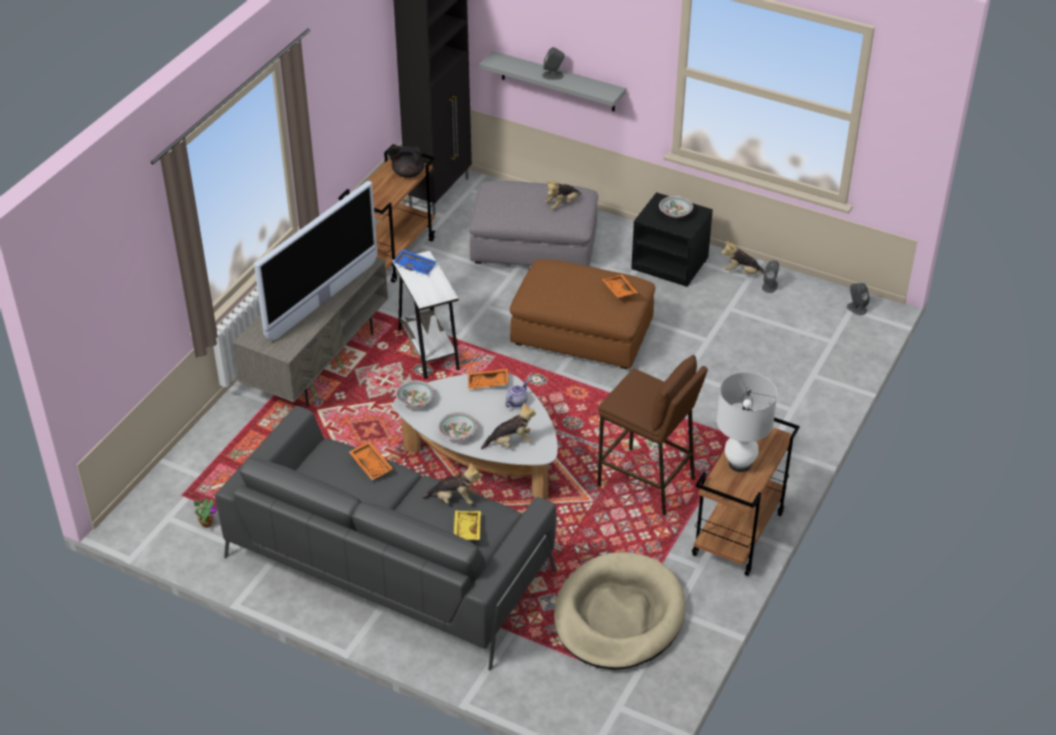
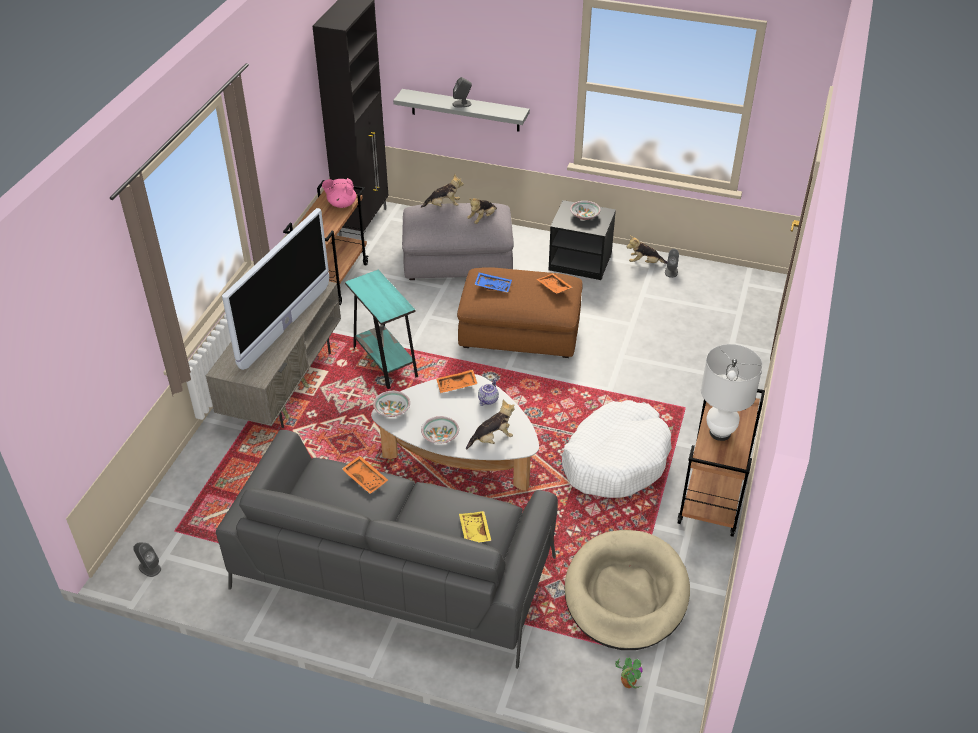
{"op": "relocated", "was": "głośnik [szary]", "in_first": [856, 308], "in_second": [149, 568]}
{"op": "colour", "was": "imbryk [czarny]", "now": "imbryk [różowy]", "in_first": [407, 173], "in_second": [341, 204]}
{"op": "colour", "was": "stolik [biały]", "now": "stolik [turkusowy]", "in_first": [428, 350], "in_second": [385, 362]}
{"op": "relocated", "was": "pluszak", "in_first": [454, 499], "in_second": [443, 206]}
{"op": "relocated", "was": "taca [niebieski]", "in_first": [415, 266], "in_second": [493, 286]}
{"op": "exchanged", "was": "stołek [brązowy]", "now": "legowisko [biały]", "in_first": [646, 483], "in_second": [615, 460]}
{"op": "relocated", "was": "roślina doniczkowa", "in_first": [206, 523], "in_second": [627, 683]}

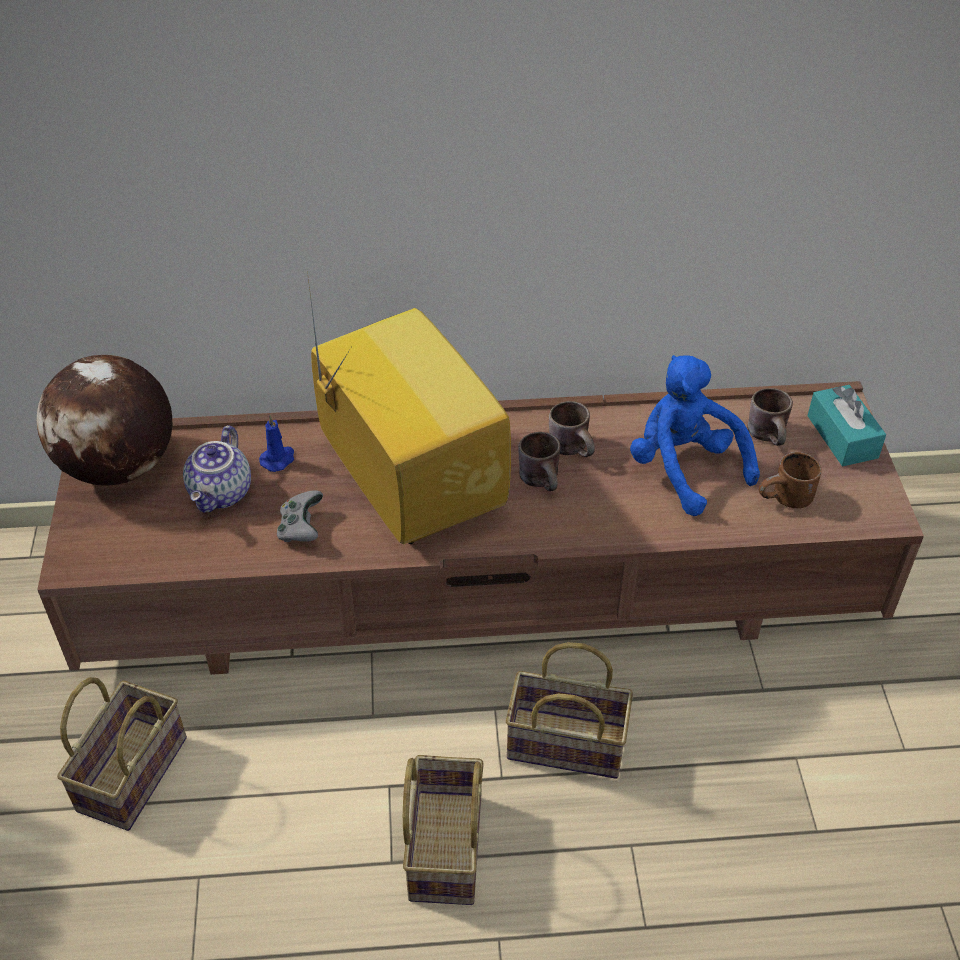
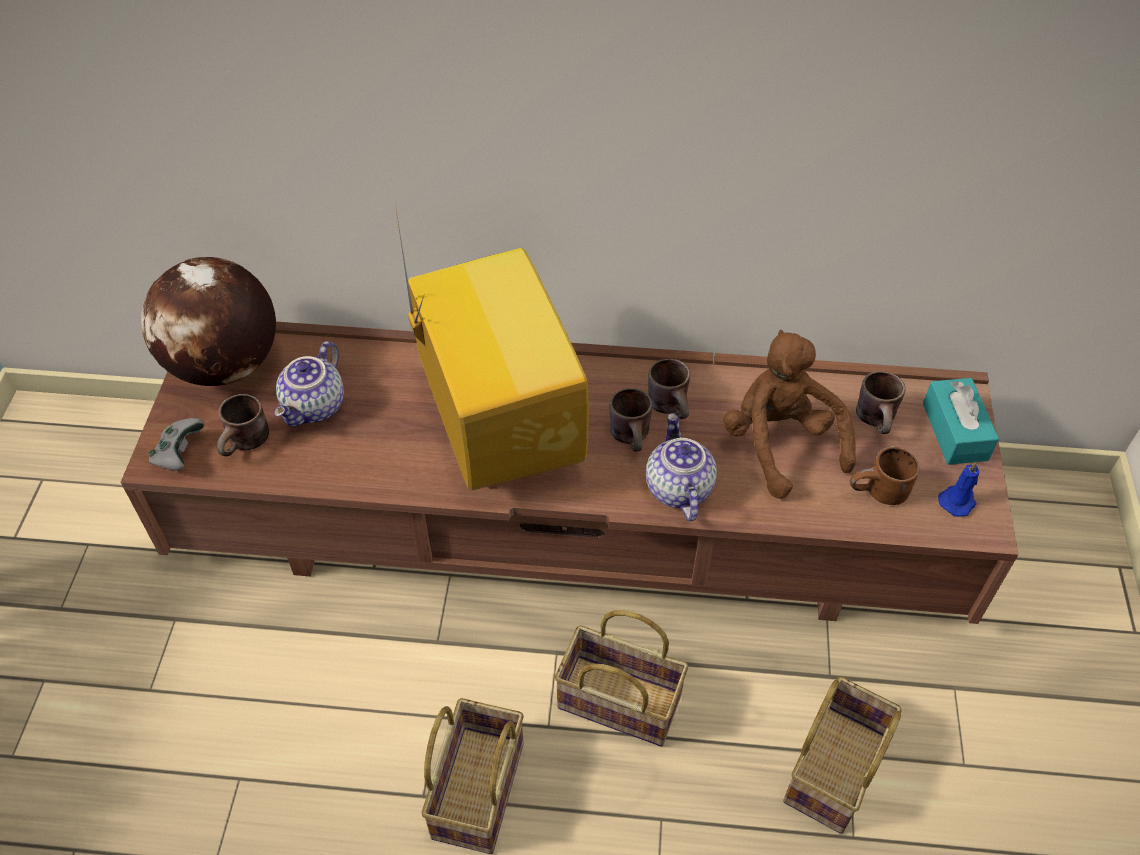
{"op": "relocated", "was": "pad do gier [szary]", "in_first": [301, 528], "in_second": [179, 454]}
{"op": "appeared", "now": "kubek [brązowy]", "in_second": [248, 444]}
{"op": "appeared", "now": "imbryk", "in_second": [677, 488]}
{"op": "colour", "was": "pluszak [niebieski]", "now": "pluszak [brązowy]", "in_first": [684, 468], "in_second": [780, 443]}
{"op": "relocated", "was": "koszyk", "in_first": [132, 770], "in_second": [833, 765]}
{"op": "relocated", "was": "świeca [niebieski]", "in_first": [278, 459], "in_second": [958, 501]}

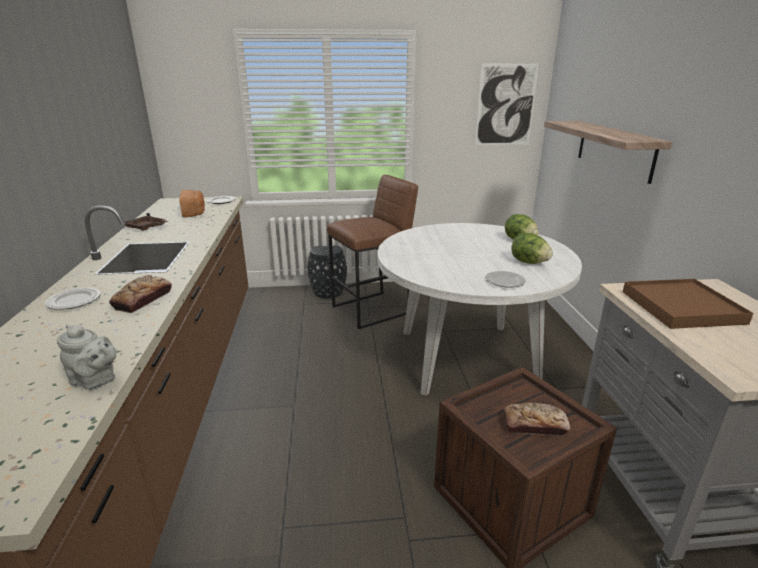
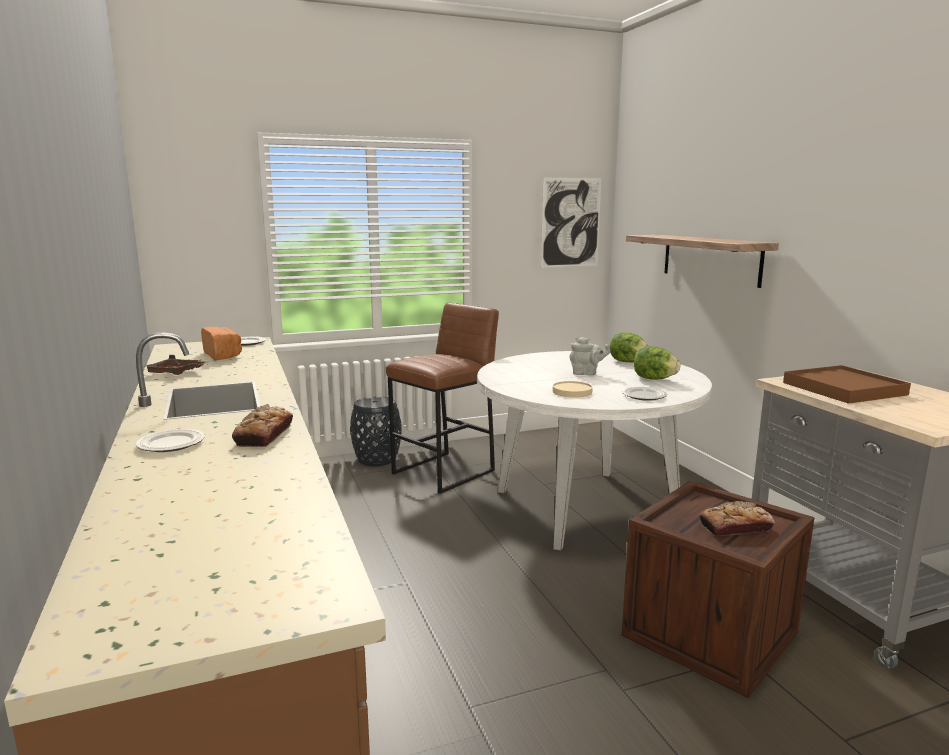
{"op": "appeared", "now": "talerz [beżowy]", "in_second": [572, 392]}
{"op": "relocated", "was": "imbryk [szary]", "in_first": [96, 381], "in_second": [586, 373]}

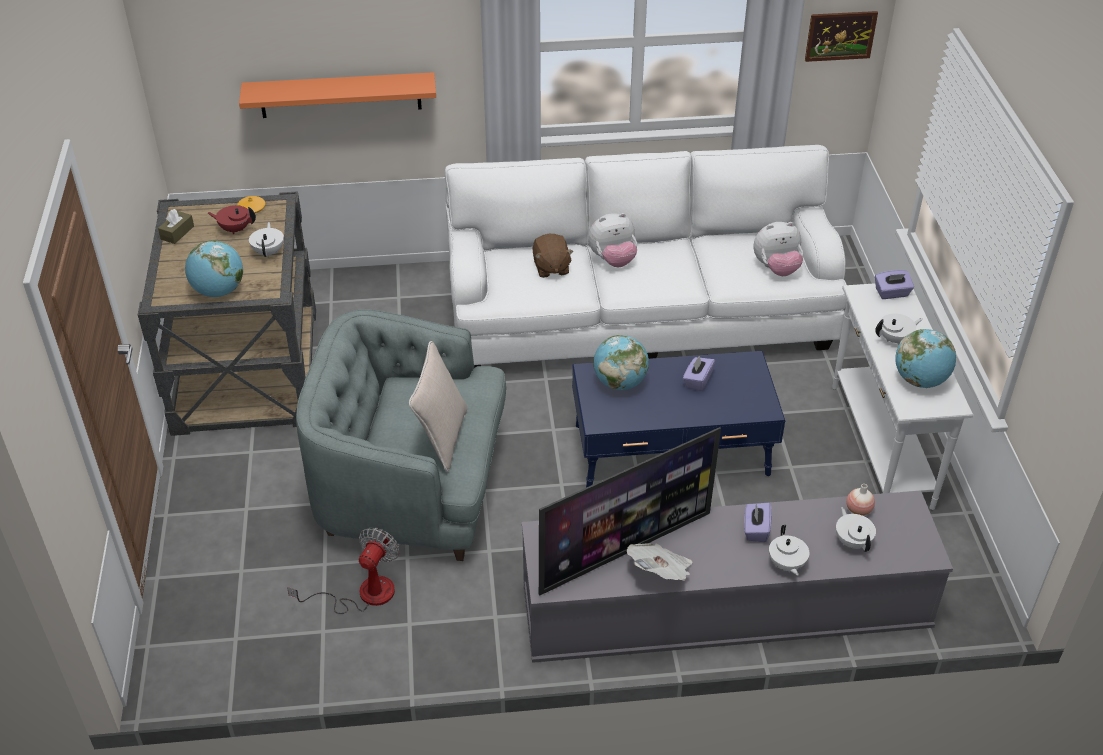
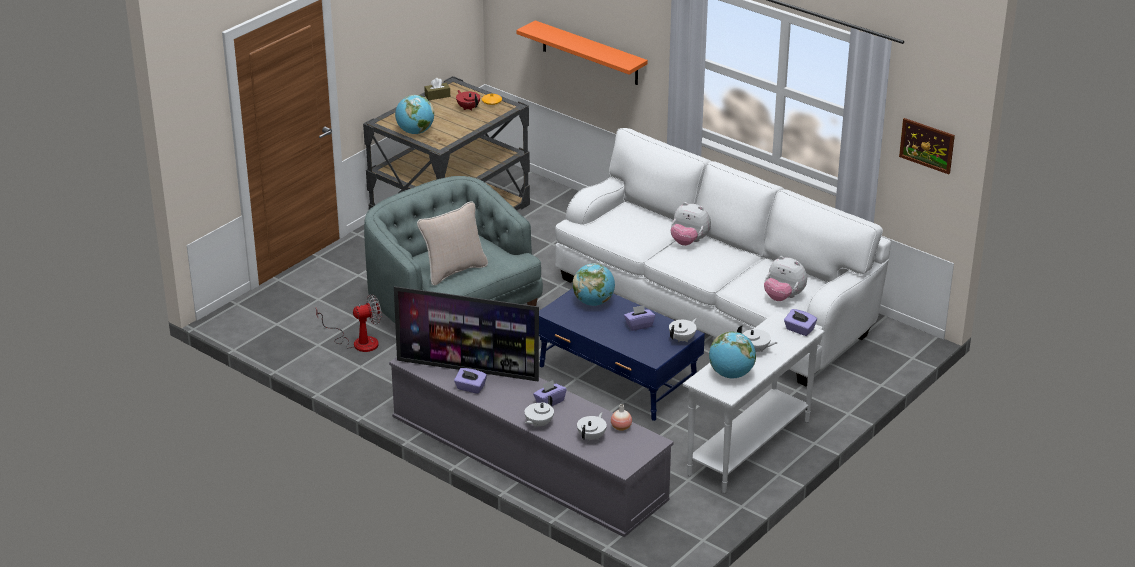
{"op": "exchanged", "was": "gazeta", "now": "pudełko chusteczek [fioletowy]", "in_first": [661, 572], "in_second": [470, 388]}
{"op": "relocated", "was": "imbryk [biały]", "in_first": [269, 252], "in_second": [682, 339]}
{"op": "missing", "was": "pluszak [brązowy]", "in_first": [551, 268]}

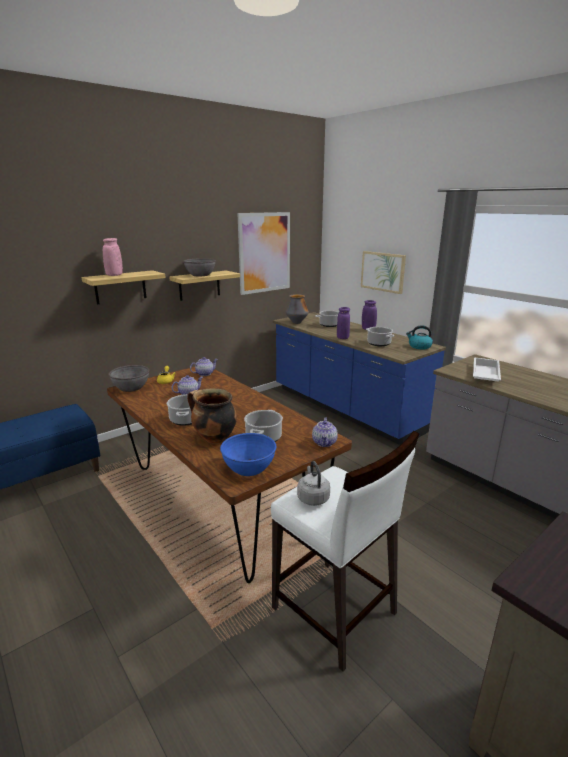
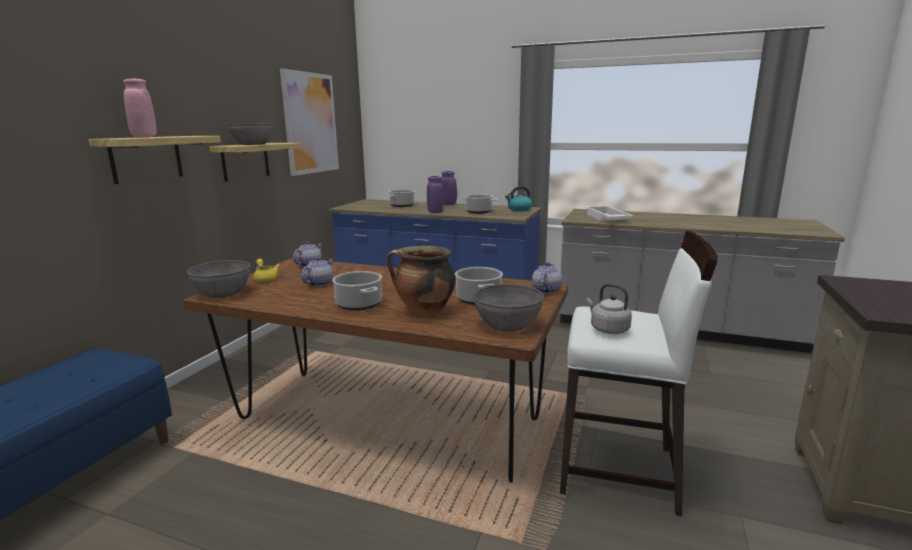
{"op": "colour", "was": "miska [niebieski]", "now": "miska [szary]", "in_first": [249, 468], "in_second": [508, 324]}
{"op": "spun", "was": "imbryk", "in_first": [324, 443], "in_second": [546, 290], "clockwise": -135}
{"op": "missing", "was": "wazon", "in_first": [297, 323]}
{"op": "missing", "was": "obraz", "in_first": [383, 271]}

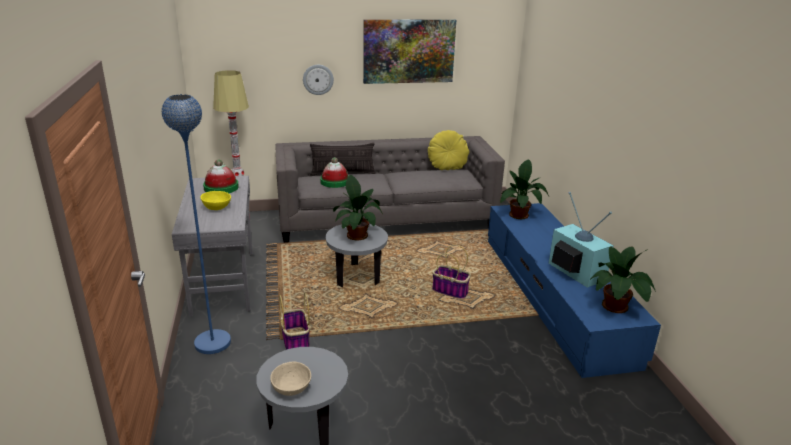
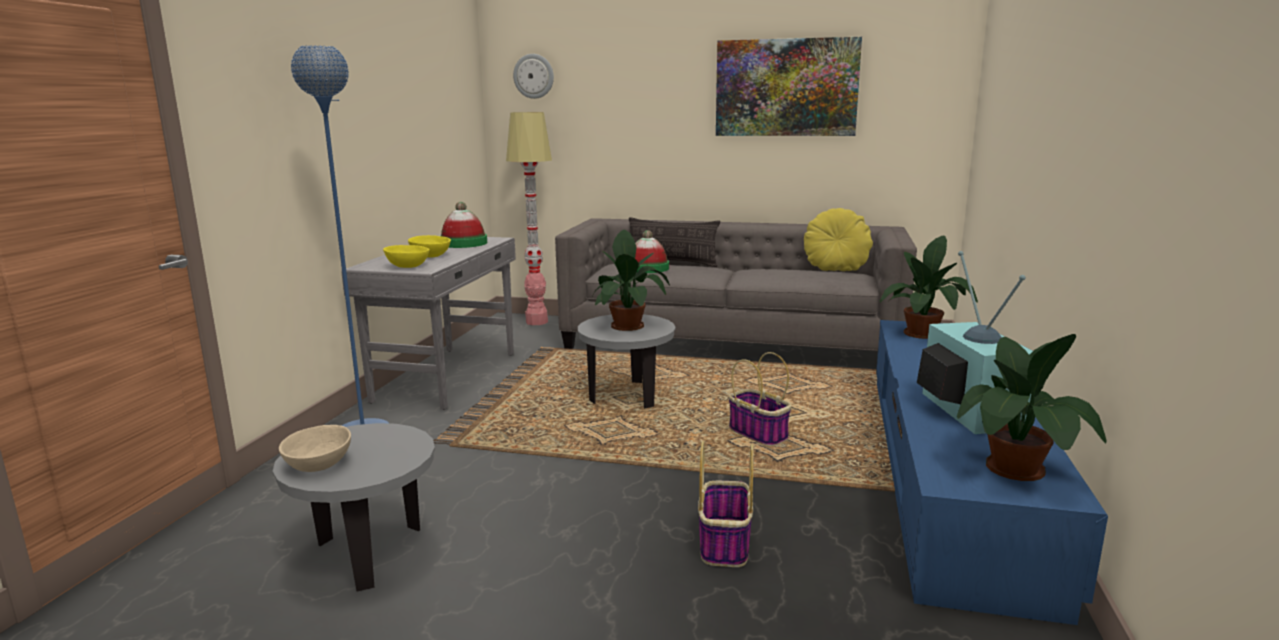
{"op": "appeared", "now": "miska [żółty]", "in_second": [407, 266]}
{"op": "relocated", "was": "zegar ścienny", "in_first": [318, 79], "in_second": [534, 76]}
{"op": "relocated", "was": "koszyk", "in_first": [295, 341], "in_second": [724, 543]}

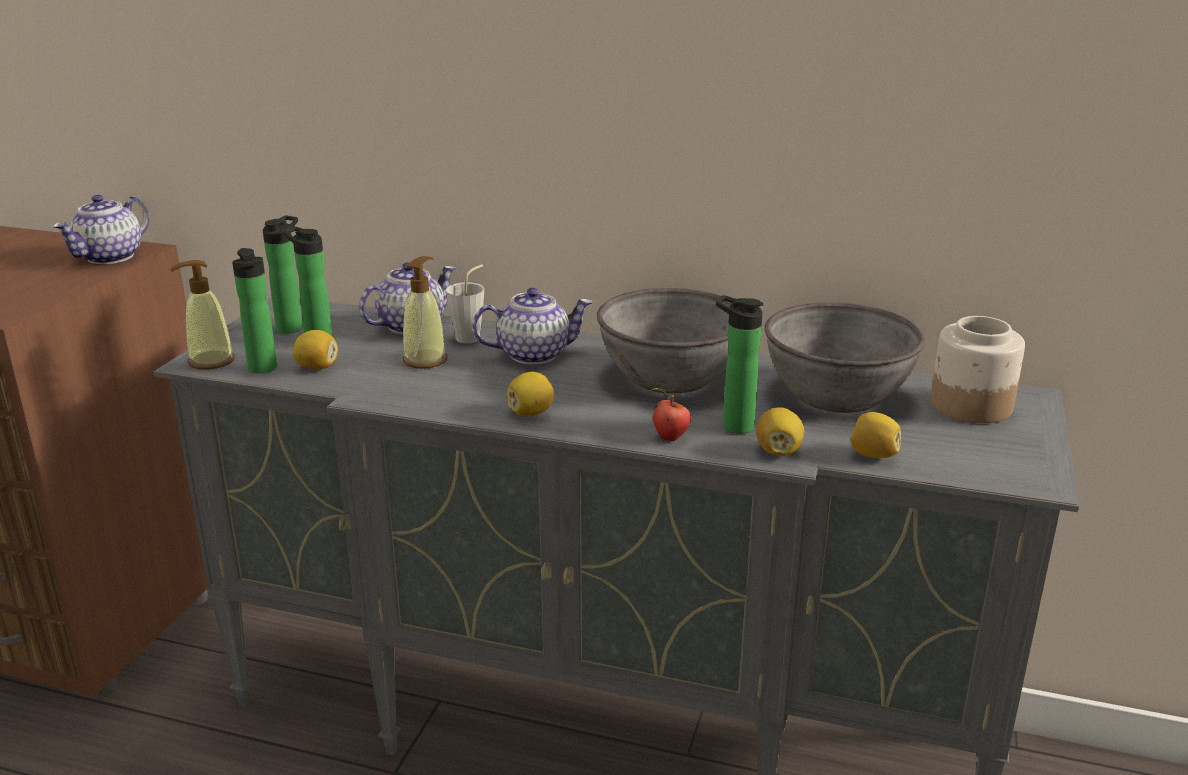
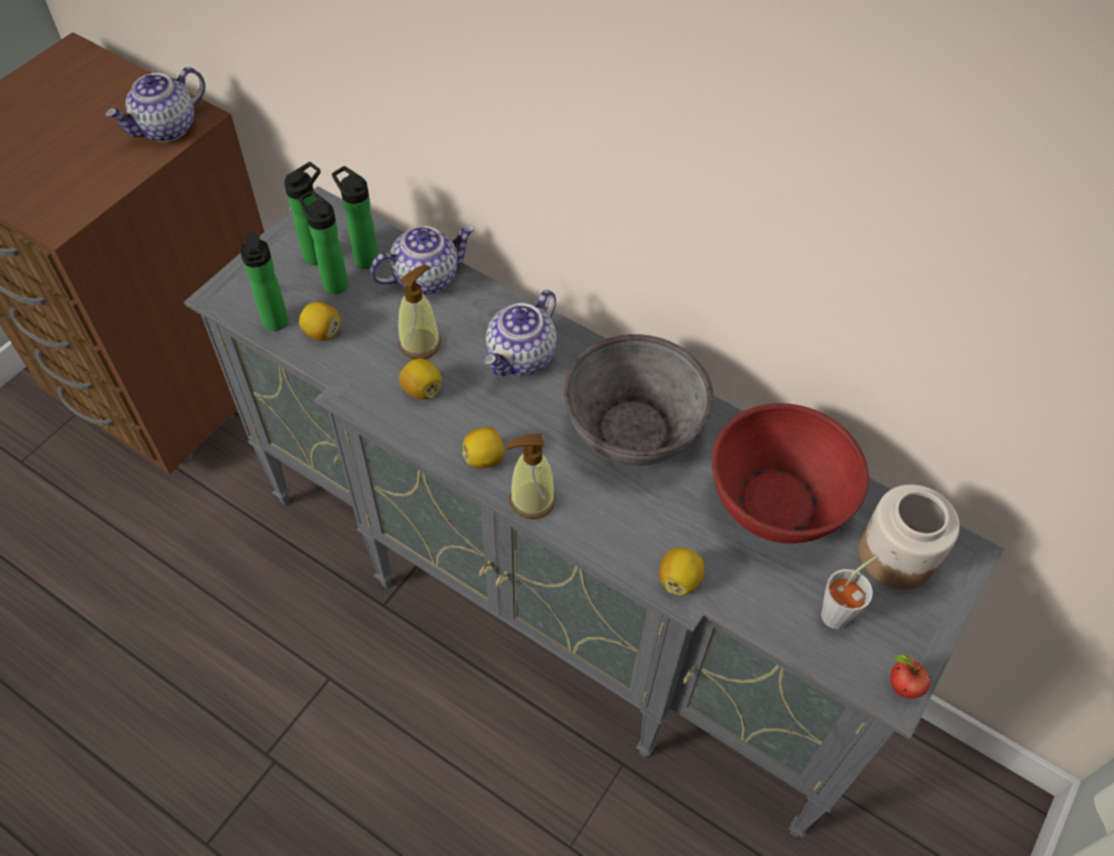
{"op": "relocated", "was": "butelka", "in_first": [733, 426], "in_second": [364, 257]}
{"op": "relocated", "was": "cytryna", "in_first": [873, 455], "in_second": [422, 389]}
{"op": "spun", "was": "imbryk", "in_first": [534, 354], "in_second": [522, 357], "clockwise": 120}
{"op": "relocated", "was": "dozownik mydła", "in_first": [211, 361], "in_second": [532, 500]}
{"op": "colour", "was": "miska [szary]", "now": "miska [czerwony]", "in_first": [837, 395], "in_second": [777, 502]}
{"op": "relocated", "was": "filiżanka [szary]", "in_first": [472, 337], "in_second": [840, 613]}
{"op": "relocated", "was": "jabłko", "in_first": [668, 438], "in_second": [901, 687]}

